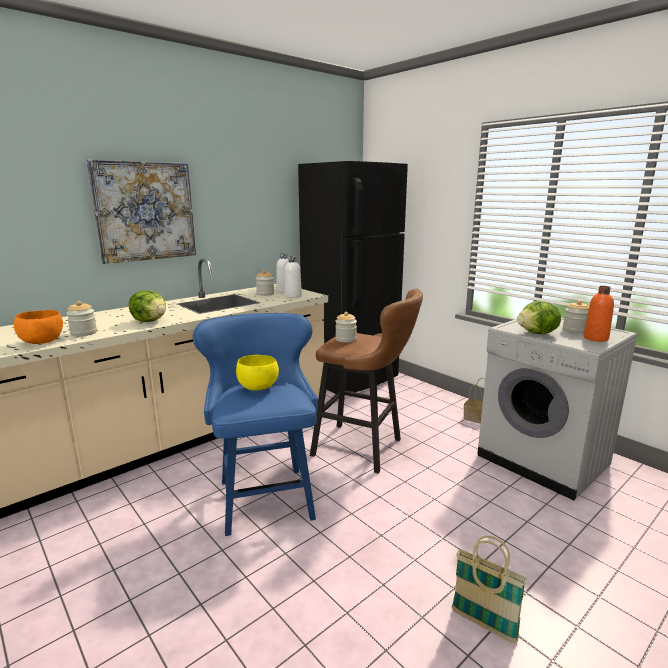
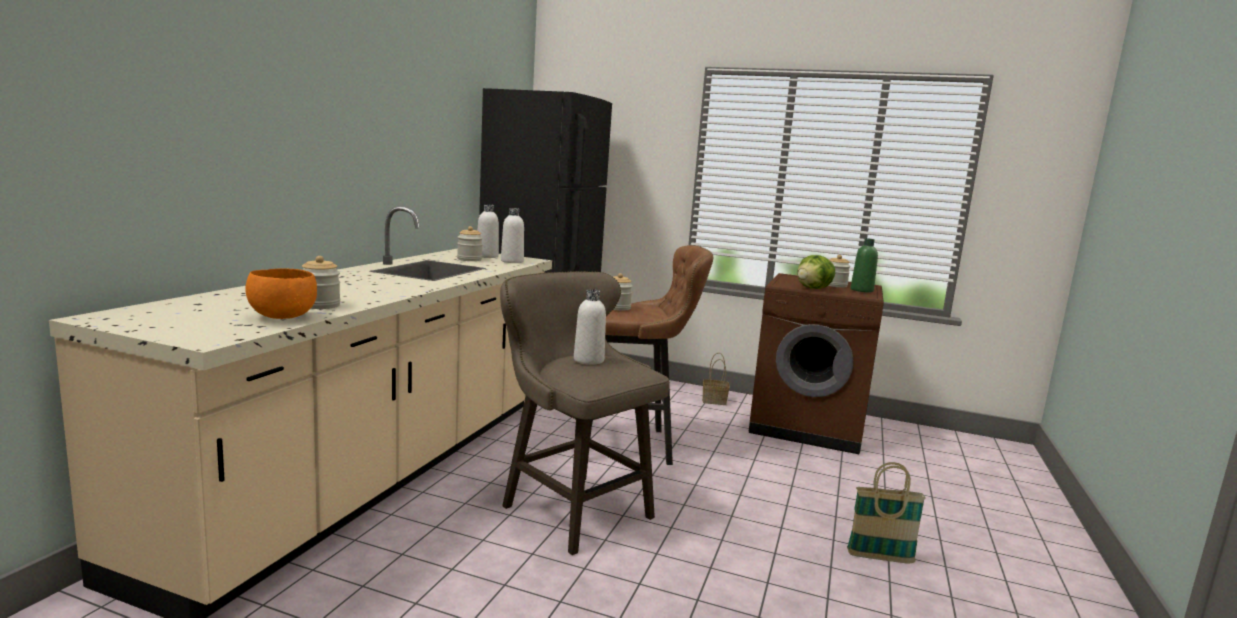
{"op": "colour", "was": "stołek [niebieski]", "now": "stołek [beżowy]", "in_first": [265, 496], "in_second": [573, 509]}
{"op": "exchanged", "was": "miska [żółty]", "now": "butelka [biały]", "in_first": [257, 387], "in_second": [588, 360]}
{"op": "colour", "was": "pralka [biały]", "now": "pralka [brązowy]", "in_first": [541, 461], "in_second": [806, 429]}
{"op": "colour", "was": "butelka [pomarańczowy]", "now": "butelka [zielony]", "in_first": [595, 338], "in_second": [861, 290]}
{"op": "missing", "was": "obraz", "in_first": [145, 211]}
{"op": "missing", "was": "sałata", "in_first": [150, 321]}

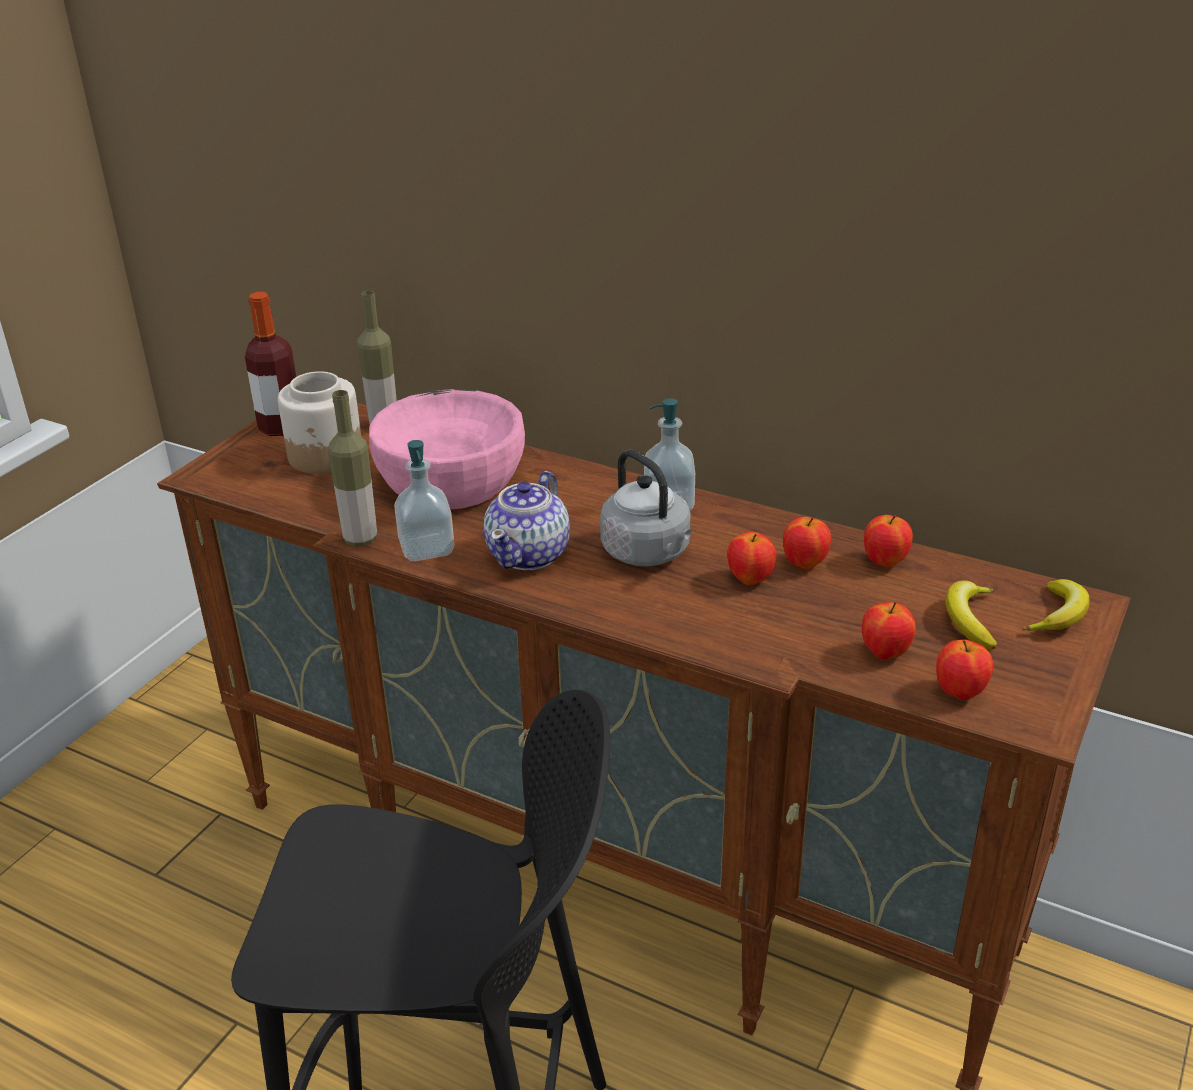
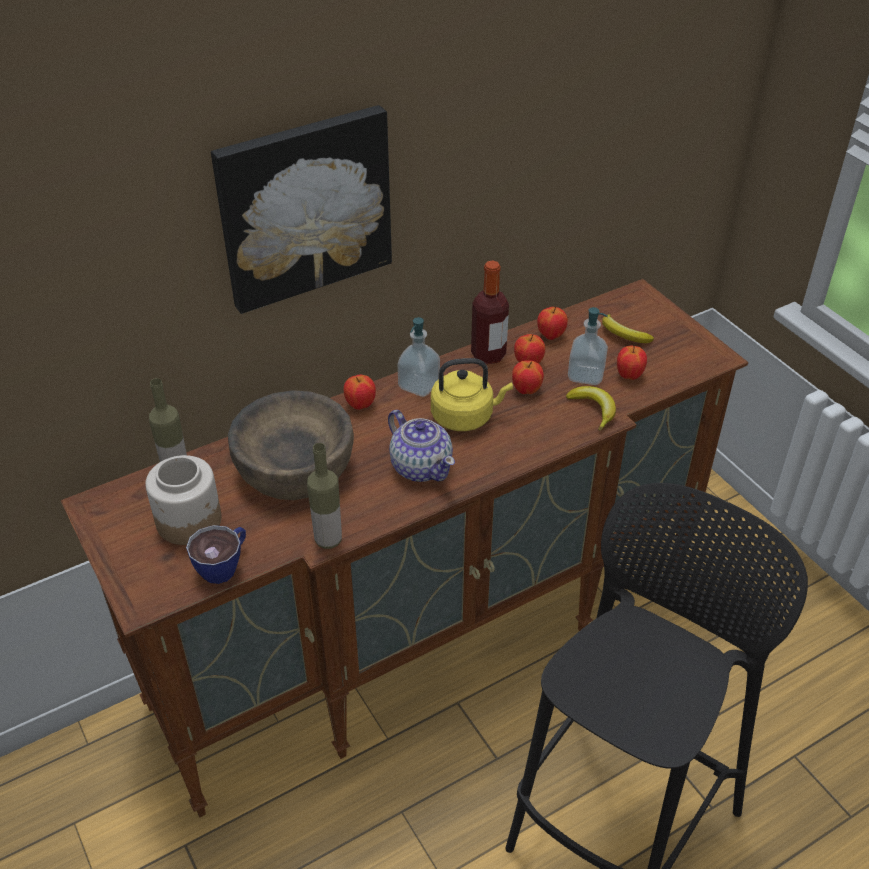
{"op": "appeared", "now": "filiżanka", "in_second": [224, 565]}
{"op": "appeared", "now": "obraz", "in_second": [304, 207]}
{"op": "colour", "was": "miska [różowy]", "now": "miska [brązowy]", "in_first": [451, 481], "in_second": [294, 469]}
{"op": "relocated", "was": "jabłko", "in_first": [960, 692], "in_second": [360, 405]}
{"op": "colour", "was": "czajnik [szary]", "now": "czajnik [żółty]", "in_first": [649, 553], "in_second": [465, 416]}
{"op": "relocated", "was": "butelka", "in_first": [281, 427], "in_second": [488, 355]}
{"op": "relocated", "was": "banan", "in_first": [1058, 615], "in_second": [593, 410]}
{"op": "relocated", "was": "dozownik mydła", "in_first": [427, 548], "in_second": [585, 375]}

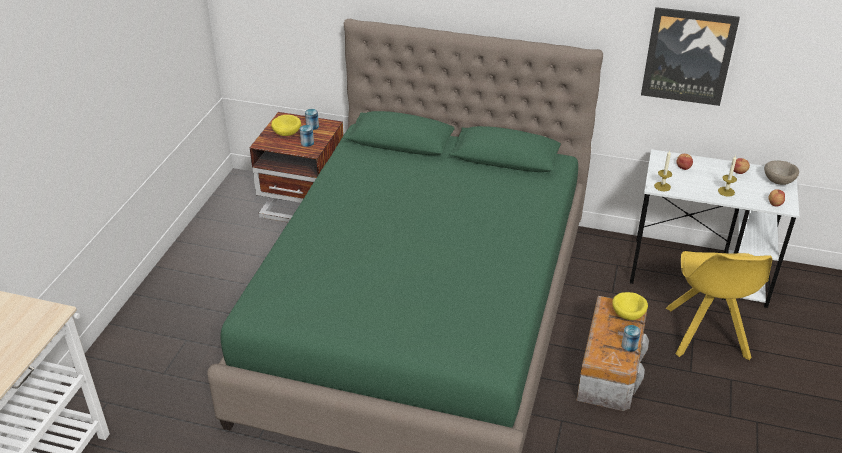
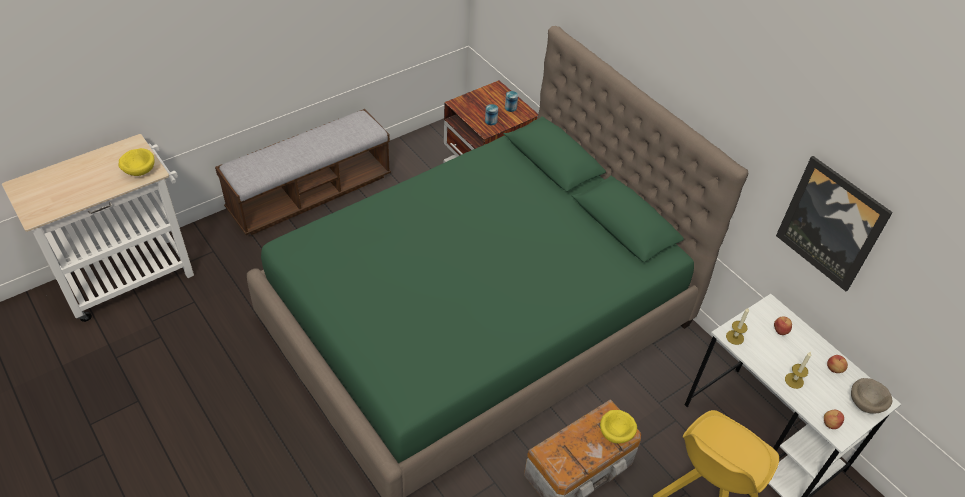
{"op": "relocated", "was": "miska [żółty]", "in_first": [286, 133], "in_second": [139, 170]}
{"op": "appeared", "now": "ławka", "in_second": [310, 193]}
{"op": "missing", "was": "puszka", "in_first": [629, 345]}

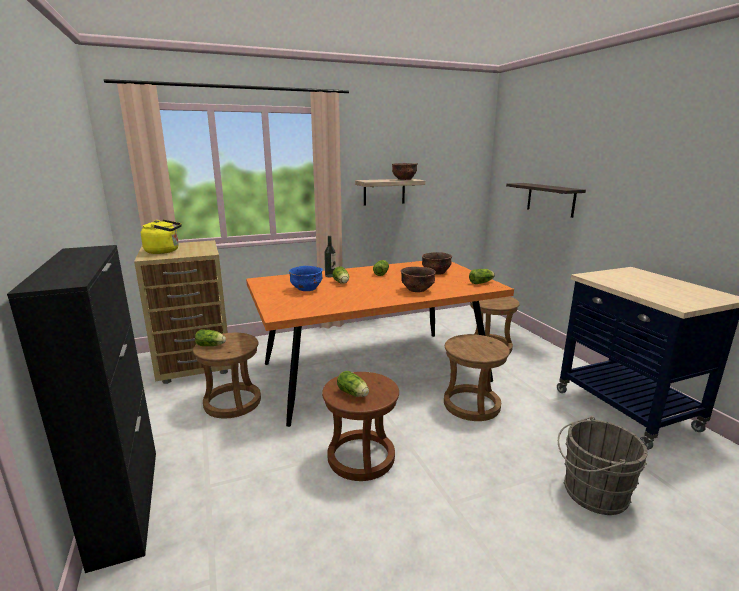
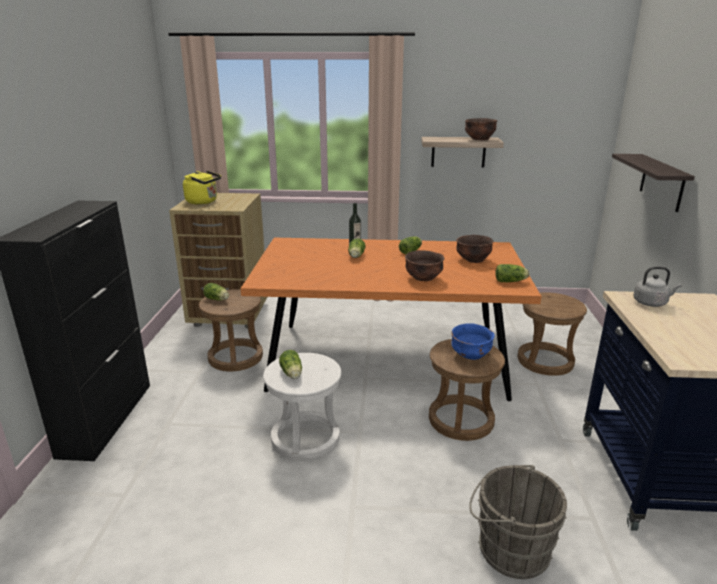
{"op": "colour", "was": "stołek [brązowy]", "now": "stołek [biały]", "in_first": [361, 457], "in_second": [305, 439]}
{"op": "relocated", "was": "miska [niebieski]", "in_first": [307, 289], "in_second": [471, 355]}
{"op": "appeared", "now": "czajnik [szary]", "in_second": [651, 303]}

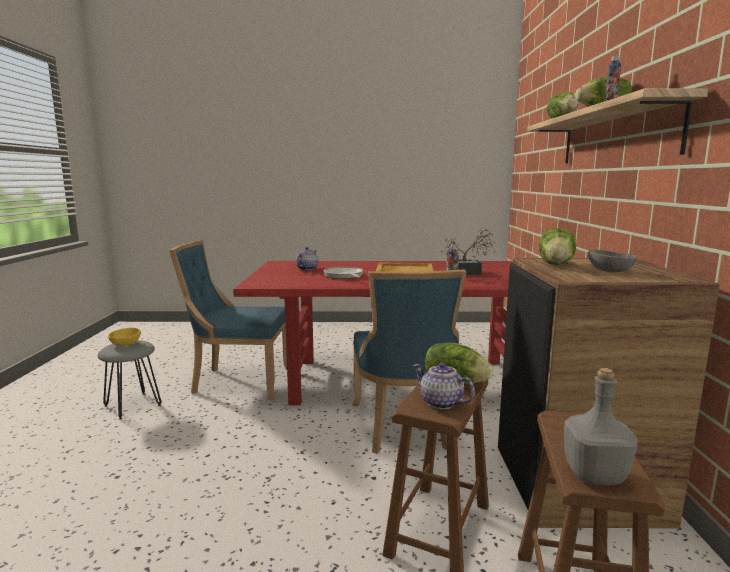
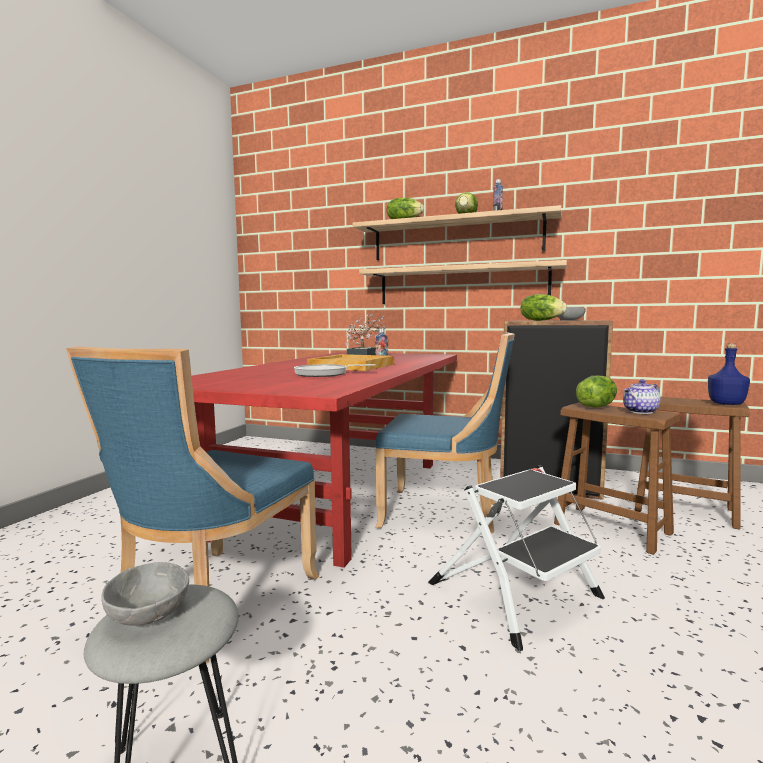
{"op": "colour", "was": "miska [żółty]", "now": "miska [szary]", "in_first": [126, 344], "in_second": [151, 614]}
{"op": "appeared", "now": "półka", "in_second": [461, 285]}
{"op": "appeared", "now": "drabinka", "in_second": [514, 593]}
{"op": "colour", "was": "butelka [szary]", "now": "butelka [niebieski]", "in_first": [593, 474], "in_second": [725, 404]}
{"op": "missing", "was": "imbryk", "in_first": [306, 269]}

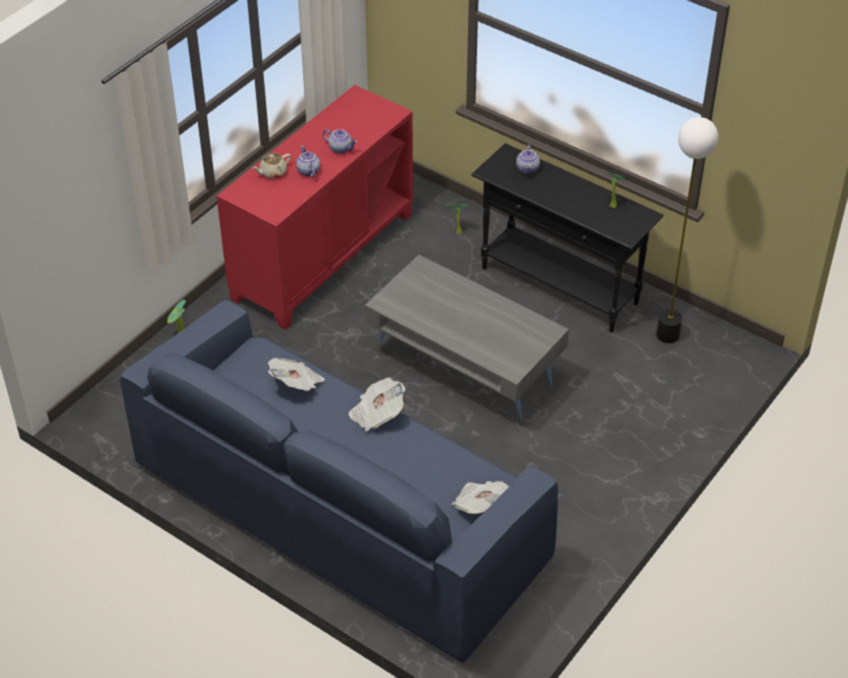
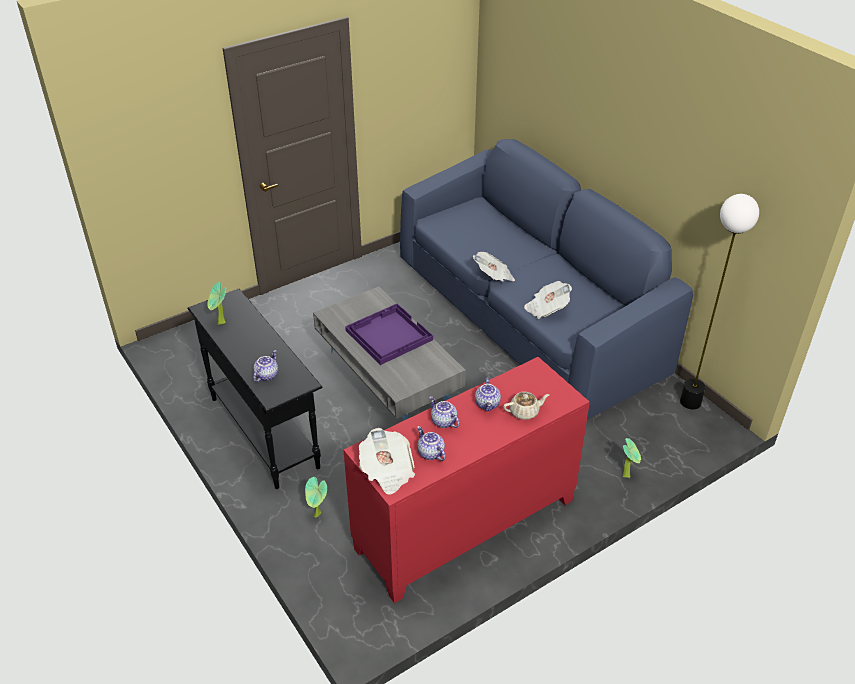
{"op": "appeared", "now": "taca [fioletowy]", "in_second": [388, 335]}
{"op": "relocated", "was": "gazeta", "in_first": [480, 505], "in_second": [387, 471]}
{"op": "appeared", "now": "imbryk", "in_second": [430, 453]}
{"op": "relocated", "was": "lampa stojąca", "in_first": [667, 334], "in_second": [691, 402]}

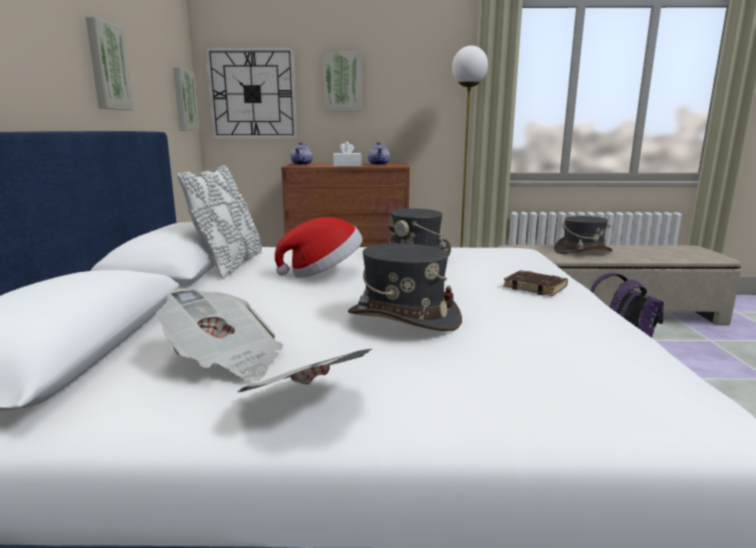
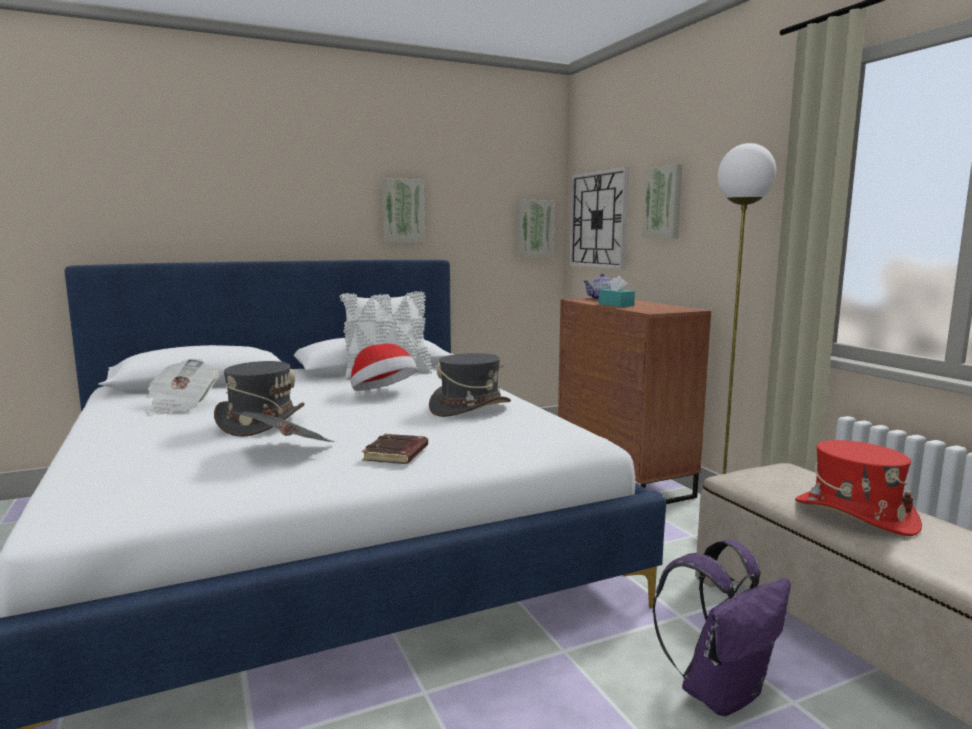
{"op": "relocated", "was": "gazeta", "in_first": [304, 405], "in_second": [292, 451]}
{"op": "colour", "was": "pudełko chusteczek [biały]", "now": "pudełko chusteczek [turkusowy]", "in_first": [347, 165], "in_second": [616, 305]}
{"op": "colour", "was": "kapelusz [szary]", "now": "kapelusz [czerwony]", "in_first": [582, 251], "in_second": [854, 515]}
{"op": "missing", "was": "imbryk", "in_first": [379, 164]}

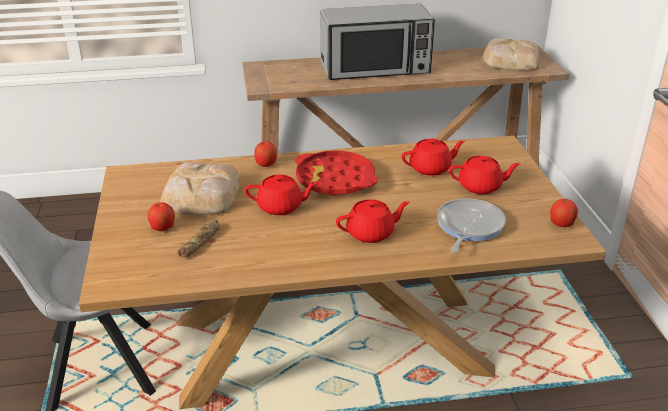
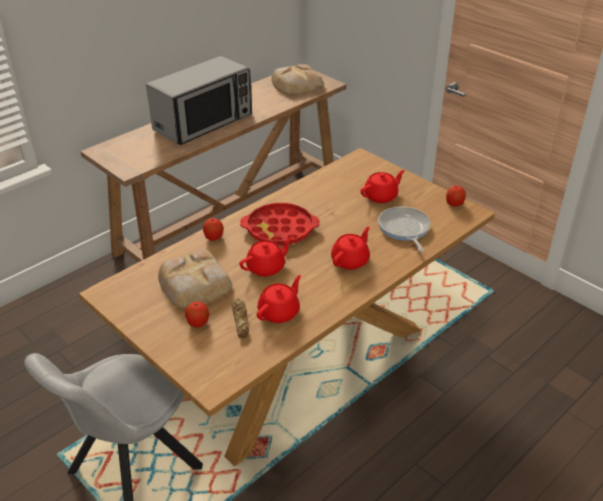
{"op": "relocated", "was": "imbryk [czerwony]", "in_first": [431, 168], "in_second": [279, 312]}

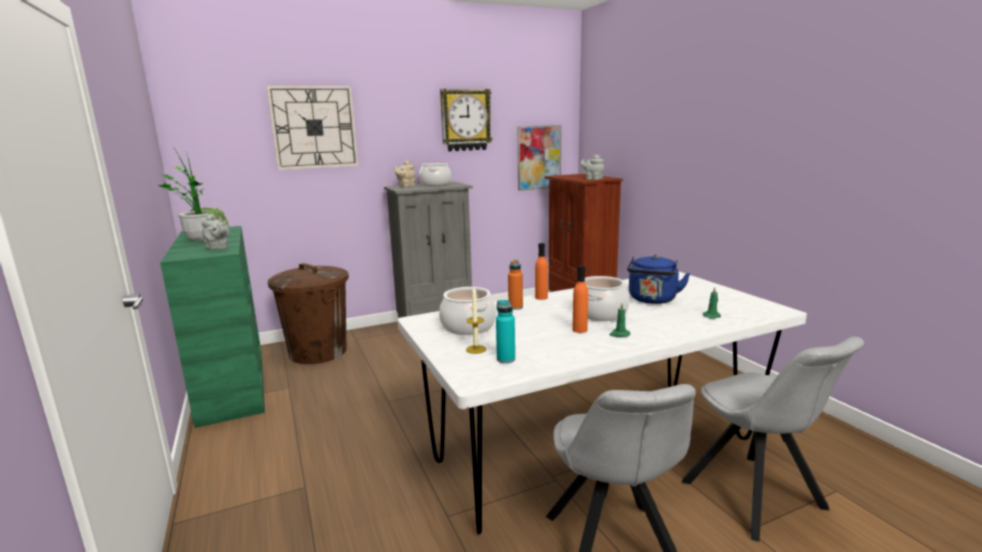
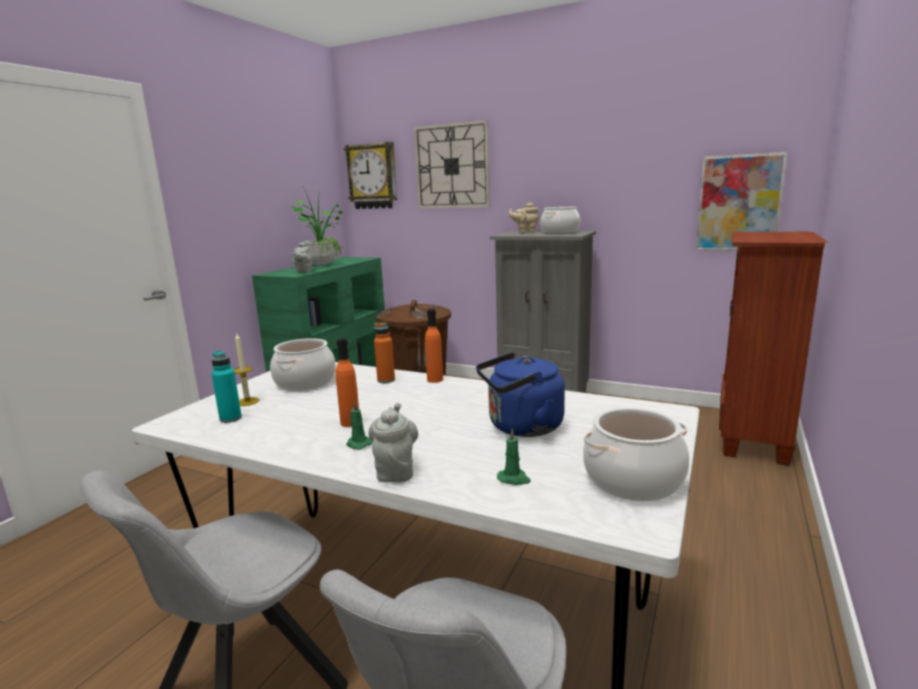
{"op": "relocated", "was": "zegar ścienny", "in_first": [465, 120], "in_second": [373, 176]}
{"op": "relocated", "was": "imbryk [szary]", "in_first": [593, 179], "in_second": [395, 470]}
{"op": "relocated", "was": "garnek", "in_first": [601, 314], "in_second": [633, 480]}

